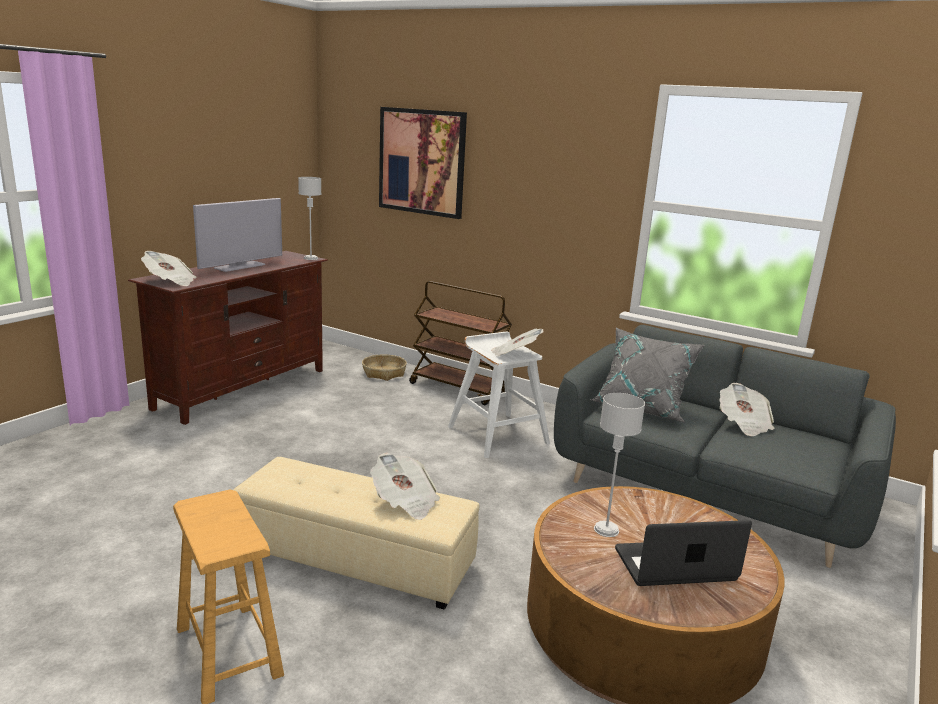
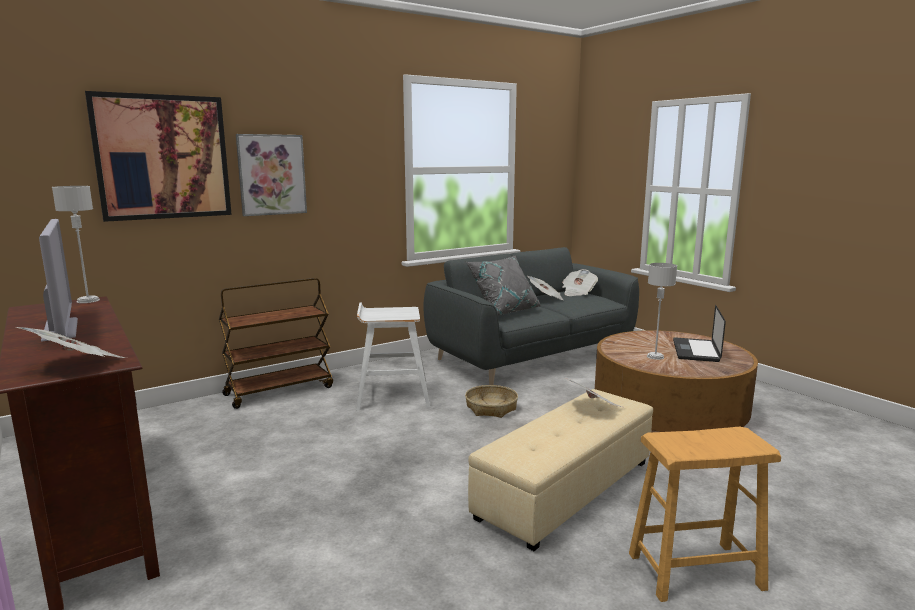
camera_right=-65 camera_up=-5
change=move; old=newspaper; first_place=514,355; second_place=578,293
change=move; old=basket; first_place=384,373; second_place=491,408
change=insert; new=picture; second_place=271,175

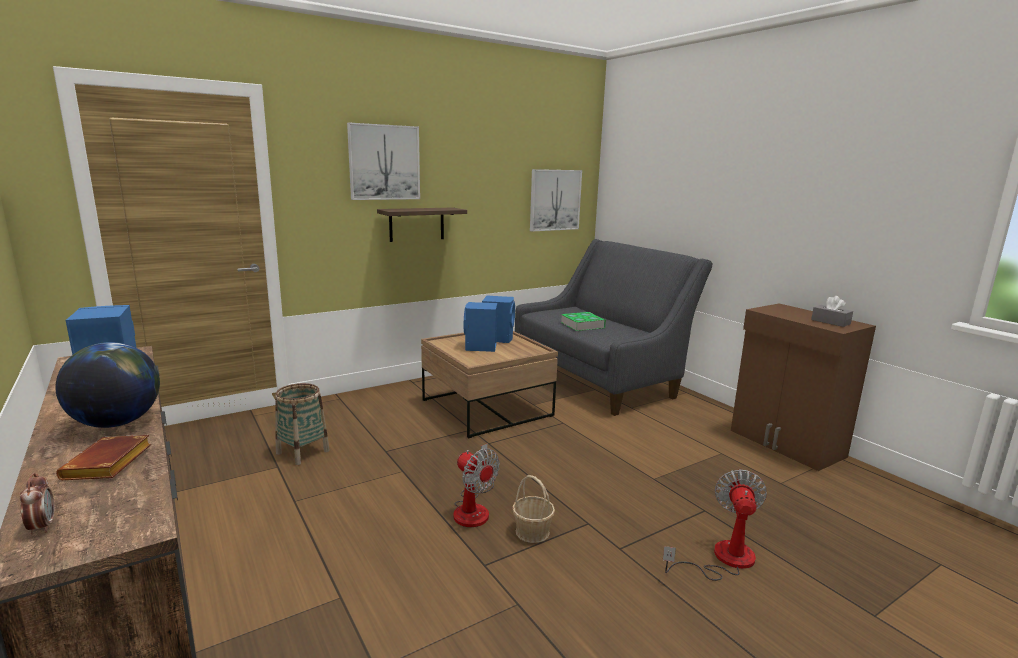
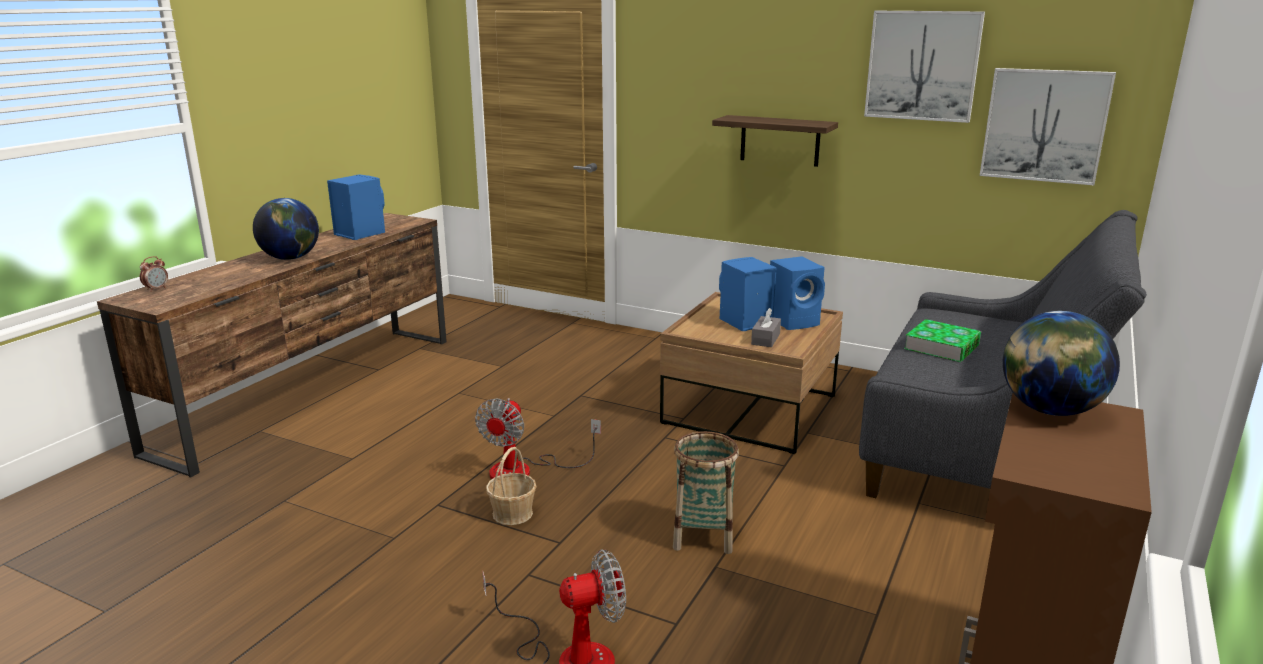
camera_right=60 camera_up=5
change=move; old=picture; first_place=384,162; second_place=922,66
change=move; old=tissue box (grey); first_place=830,322; second_place=765,339
change=move; old=basket; first_place=303,452; second_place=703,535
change=delete; old=book (brown); first_place=109,465
change=insert; new=globe; second_place=1049,410

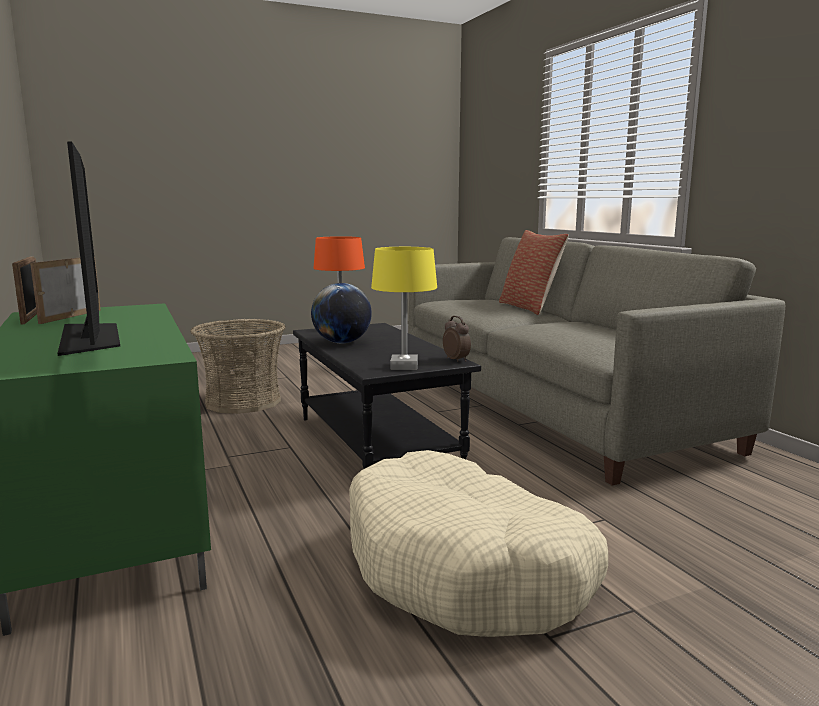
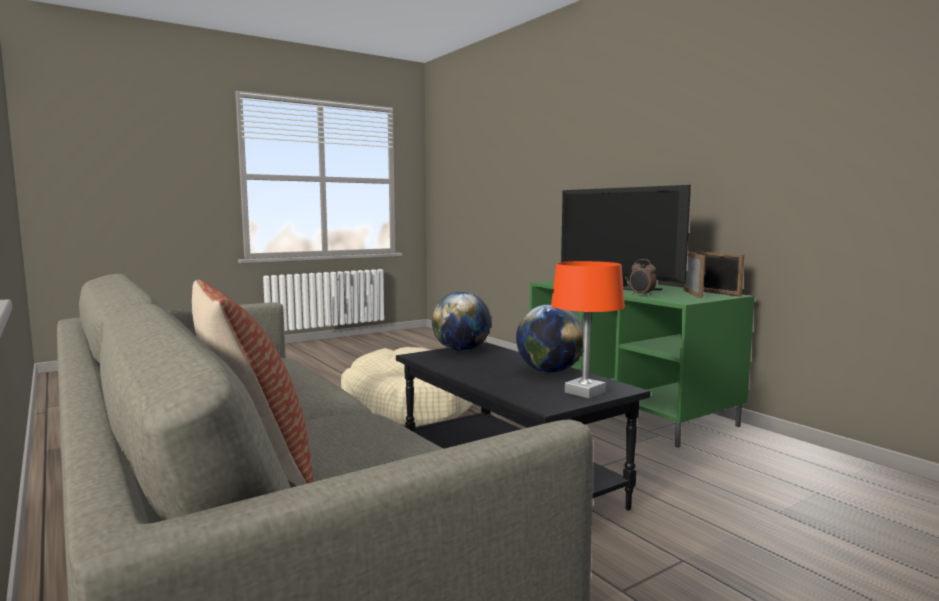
camera_right=170 camera_up=-5
change=replace; old=table lamp (yellow); new=globe; first_place=404,366; second_place=461,350
change=move; old=alarm clock; first_place=456,360; second_place=641,295
change=delete; old=basket; first_place=243,402

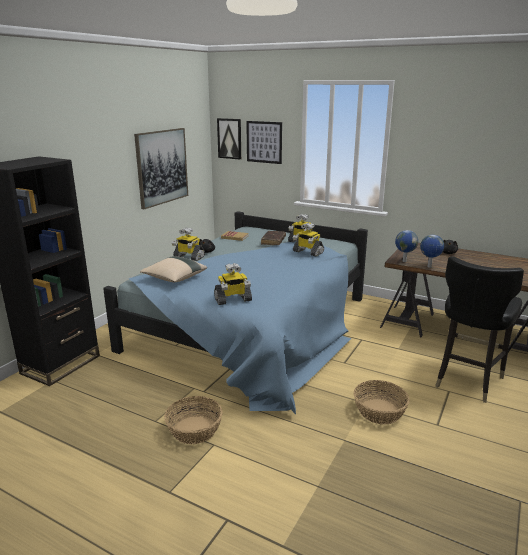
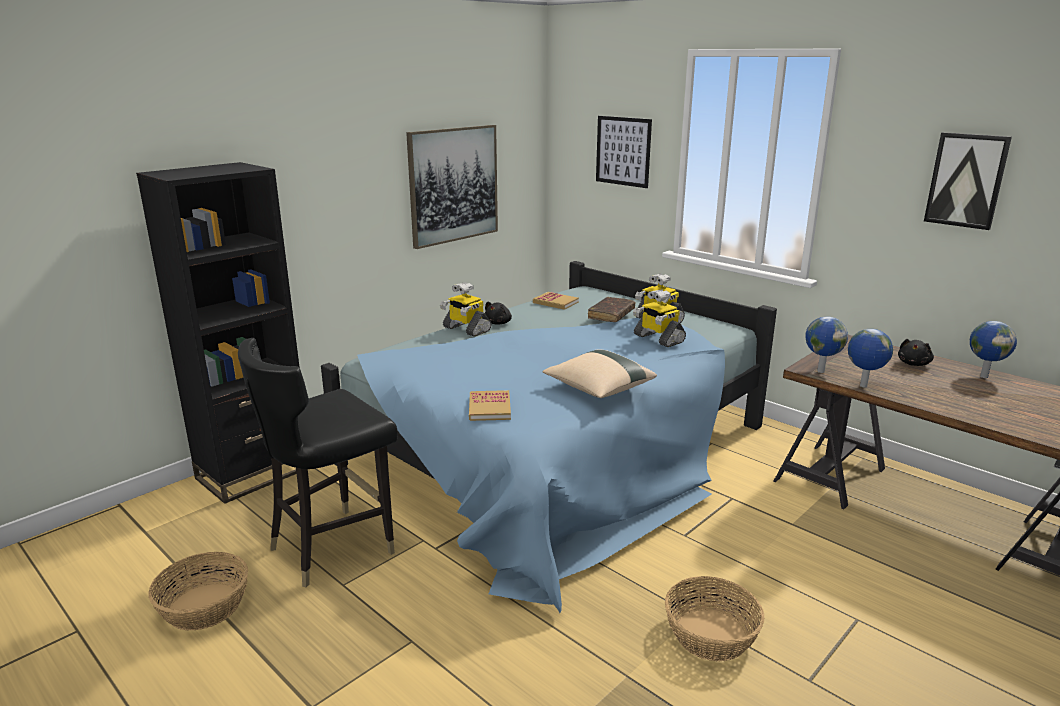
camera_right=15 camera_up=0
change=move; old=picture; first_place=229,138; second_place=966,180
change=move; old=pillow (beige); first_place=174,278; second_place=598,389
change=move; old=chair (black); first_place=466,380; second_place=332,547
change=replace; old=toy robot; new=book; first_place=233,300; second_place=489,408
change=move; old=basket; first_place=194,430; second_place=203,607
change=insert; new=globe; second_place=983,376

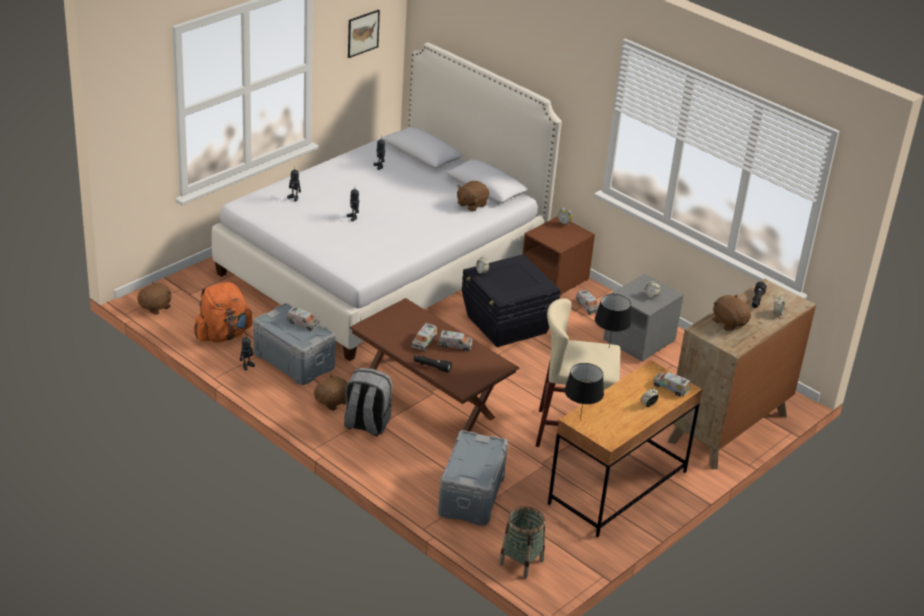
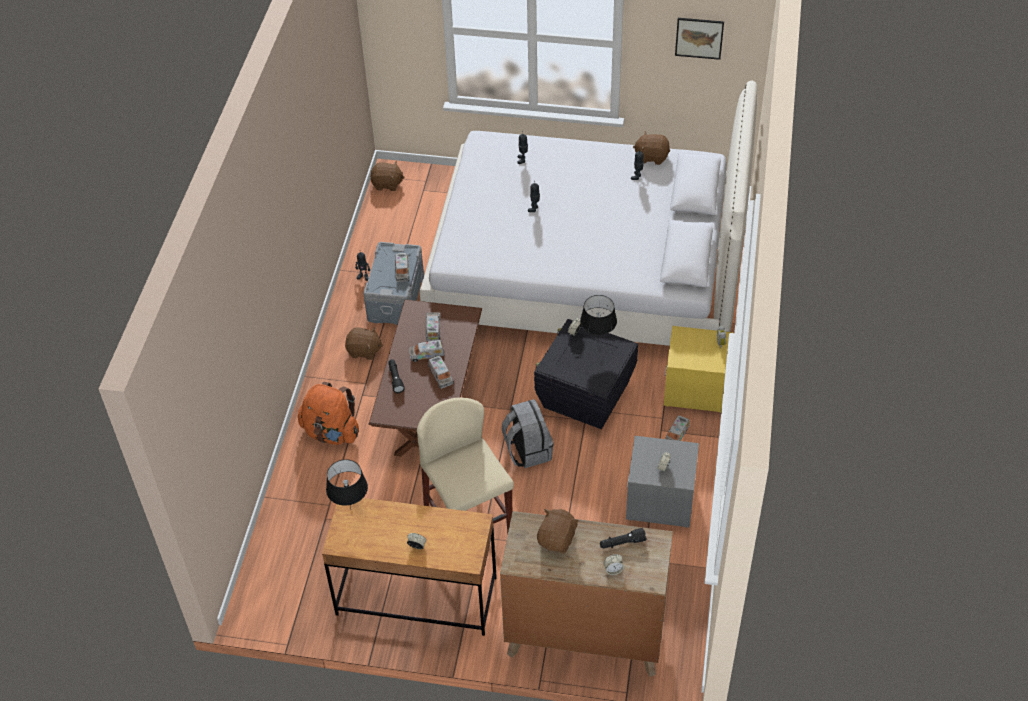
camera_right=60 camera_up=15
change=move; old=plush toy (brown); first_place=471,204; second_place=651,156
change=recolor; old=nightstand (brown); new=nightstand (yellow); first_place=554,279; second_place=696,389
change=move; old=backpack (orange); first_place=223,335; second_place=331,432
change=move; old=table lamp (black); first_place=608,347; second_place=597,342
change=move; old=backpack (grey); first_place=366,424; second_place=527,450
change=move; old=toy truck; first_place=671,388; second_place=433,329
change=delete; old=storage box (grey); first_place=470,495
change=delete; old=basket; first_place=521,562

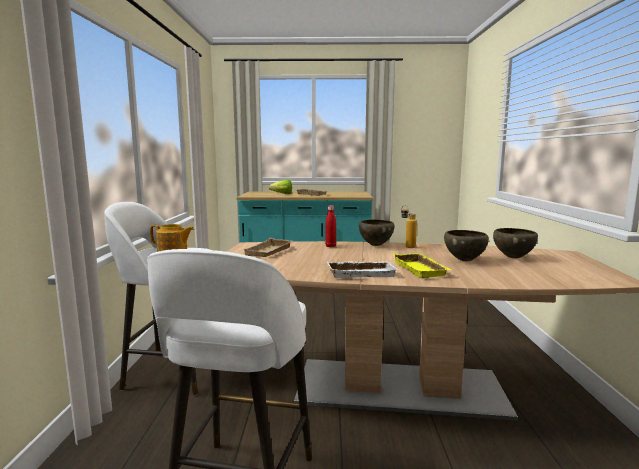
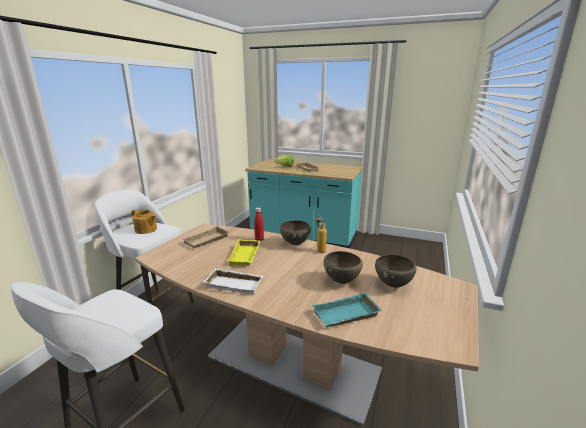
camera_right=20 camera_up=10
change=move; old=tray (yellow); first_place=421,269; second_place=246,256
change=insert; new=tray (turquoise); second_place=346,316

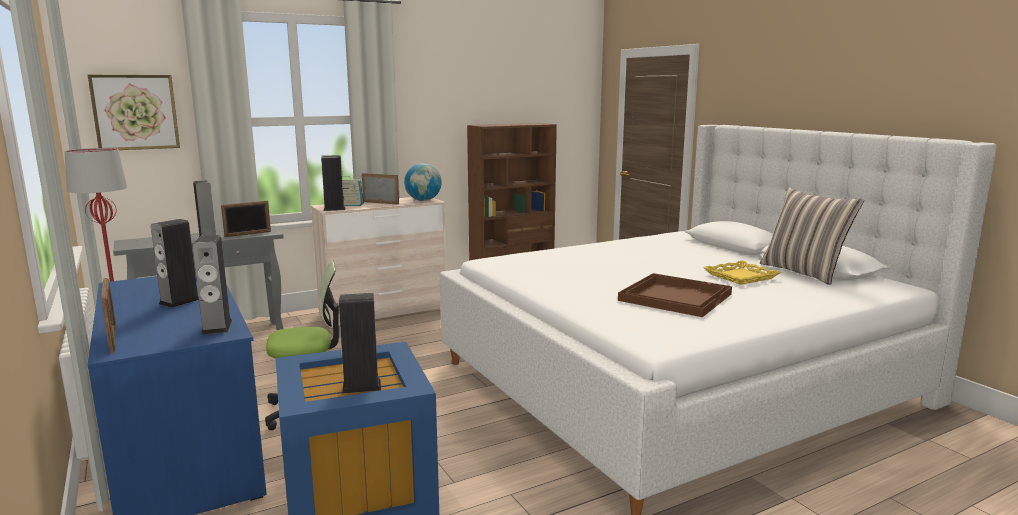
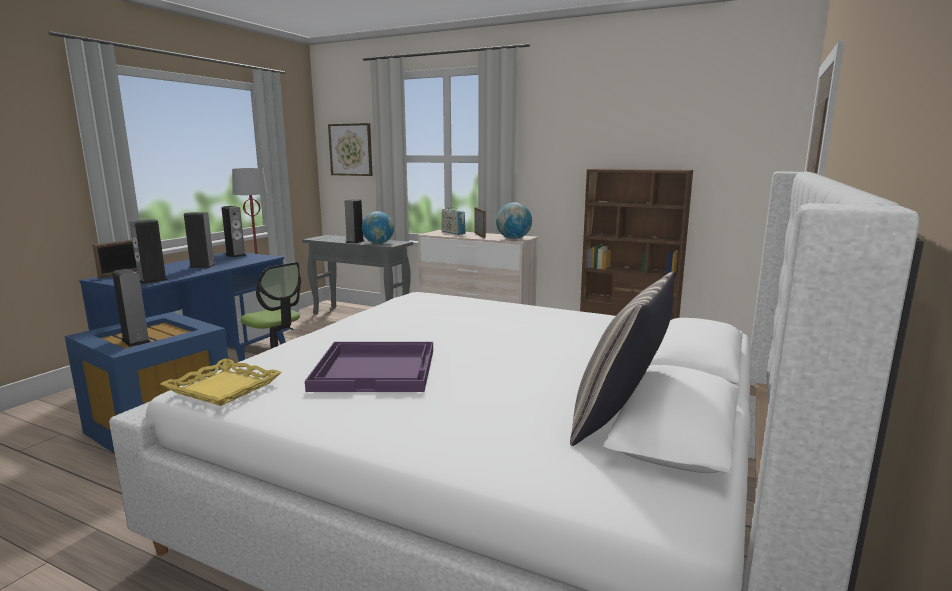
camera_right=55 camera_up=0
change=move; old=speaker; first_place=334,209; second_place=235,255
change=replace; old=picture frame; new=globe; first_place=248,234; second_place=378,243
change=move; old=tray (yellow); first_place=741,277; second_place=222,388
change=recolor; old=tray (brown); new=tray (purple); first_place=674,297; second_place=376,369

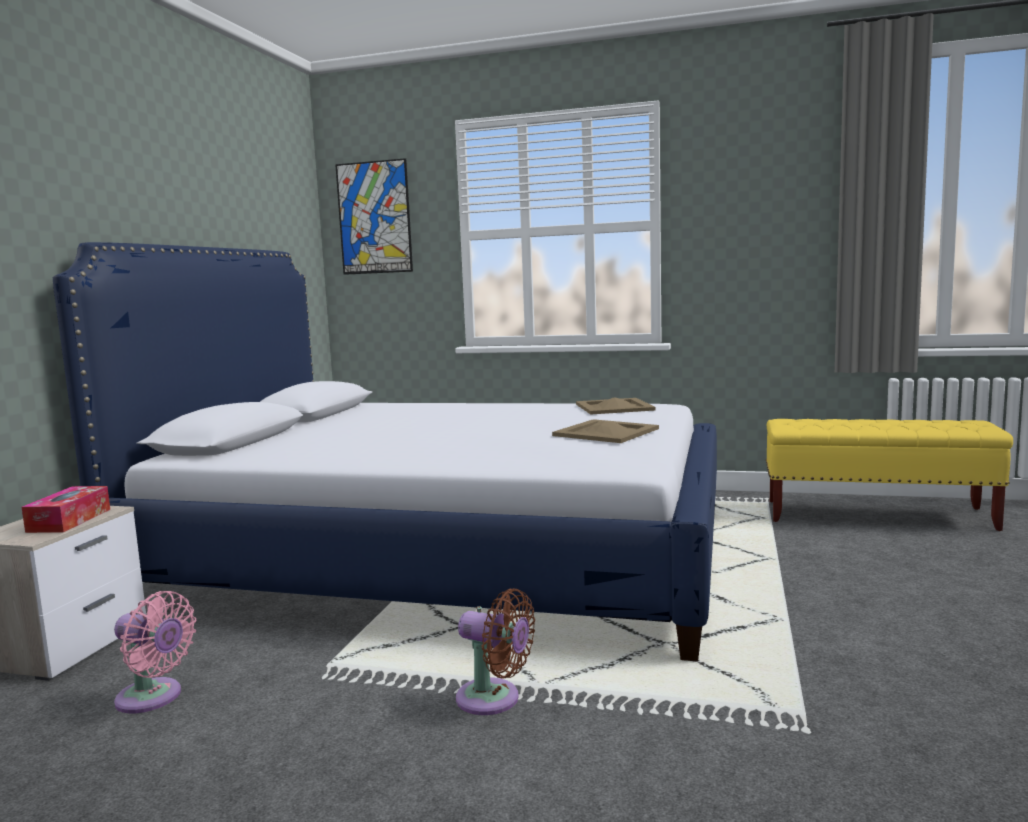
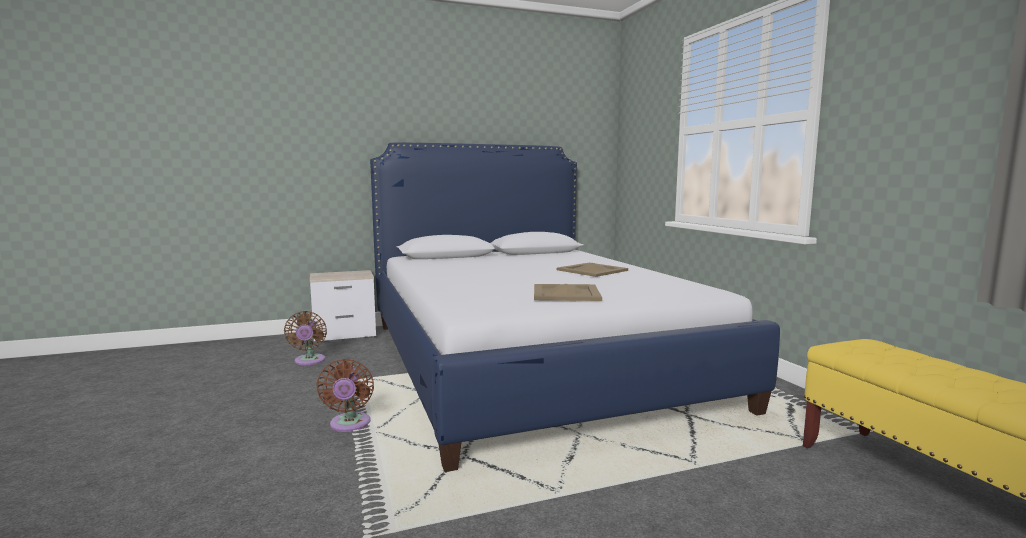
camera_right=55 camera_up=0
change=delete; old=picture; first_place=374,218
change=move; old=tray (beige); first_place=613,407; second_place=591,270
change=delete; old=tissue box; first_place=69,520
change=recolor; old=fan (pink); new=fan (brown); first_place=153,698; second_place=309,361

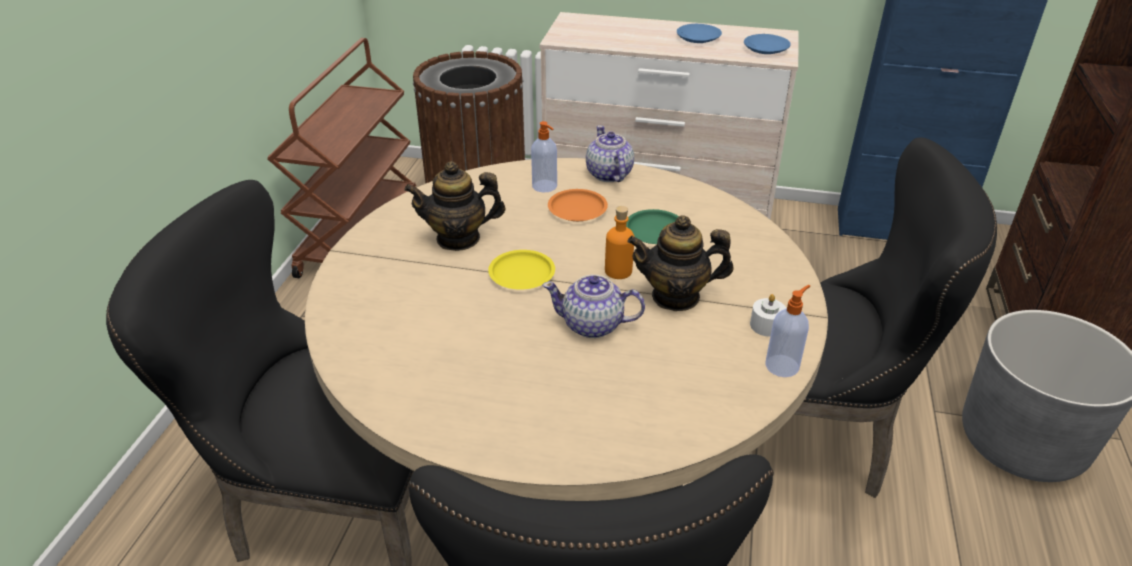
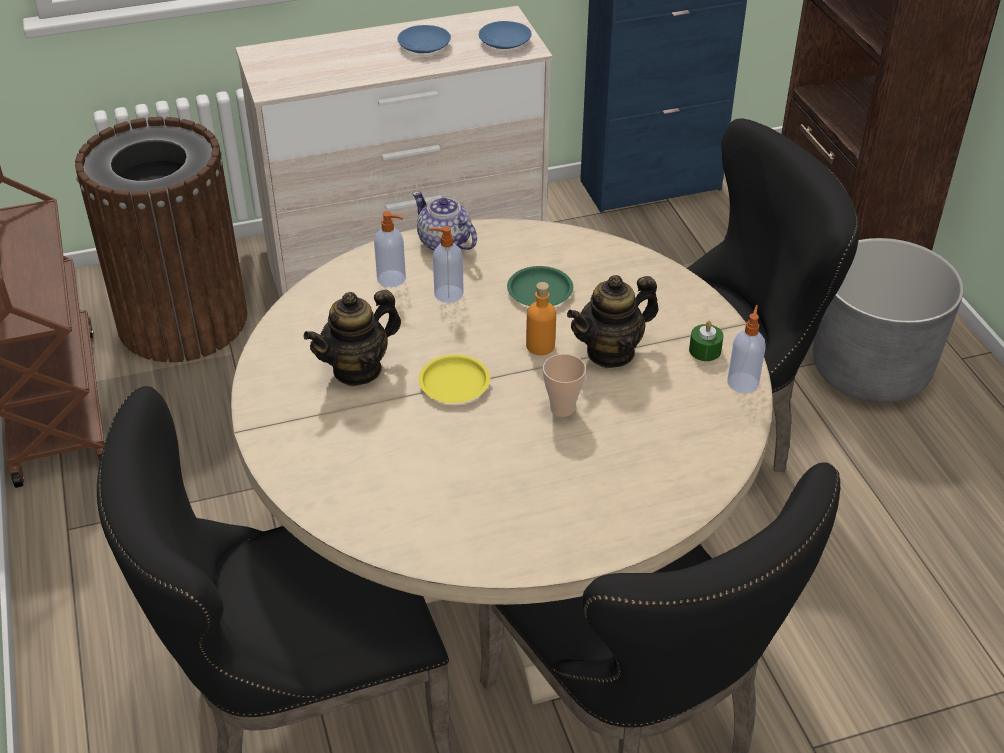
camera_right=-30 camera_up=5
change=replace; old=plate (orange); new=soap dispenser; first_place=577,209; second_place=447,294
change=replace; old=teapot; new=cup; first_place=593,325; second_place=562,408
change=recolor; old=candle (white); new=candle (green); first_place=766,325; second_place=705,350

